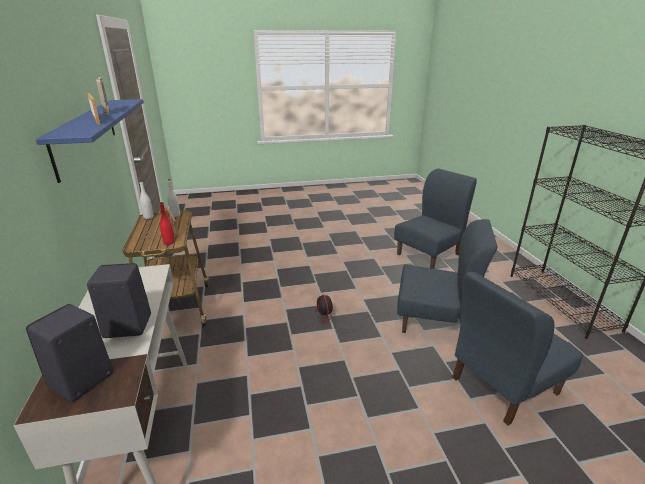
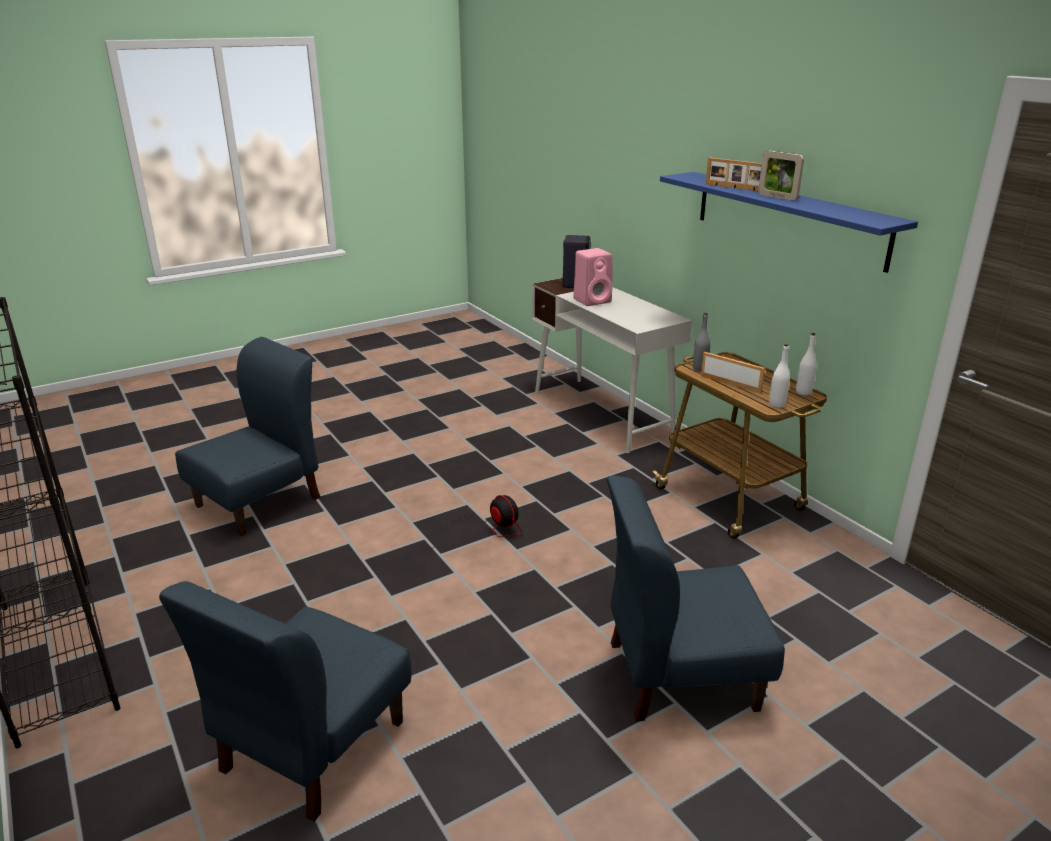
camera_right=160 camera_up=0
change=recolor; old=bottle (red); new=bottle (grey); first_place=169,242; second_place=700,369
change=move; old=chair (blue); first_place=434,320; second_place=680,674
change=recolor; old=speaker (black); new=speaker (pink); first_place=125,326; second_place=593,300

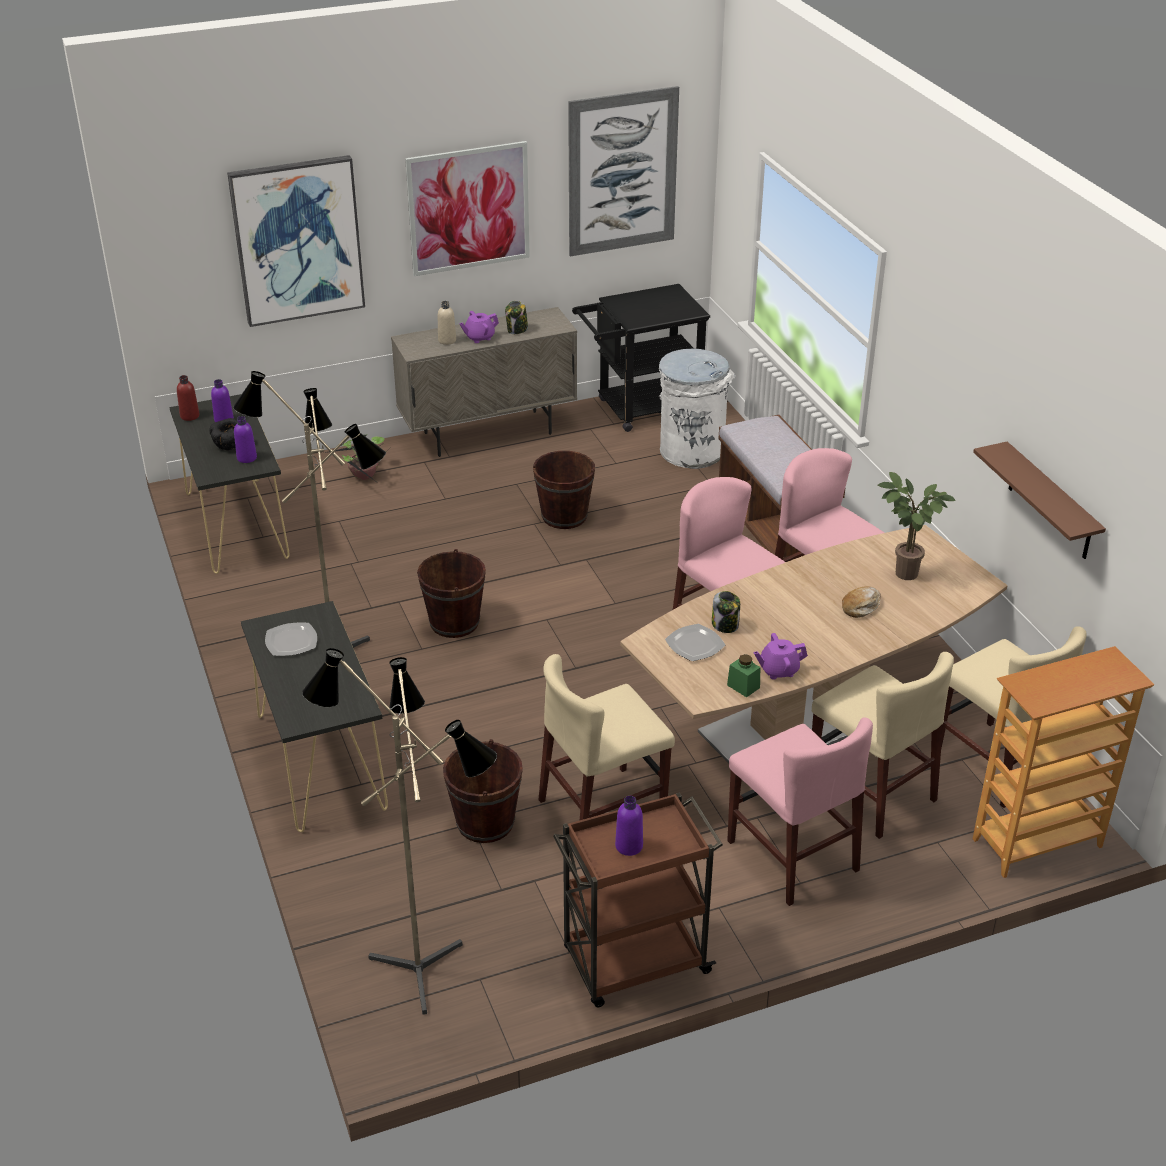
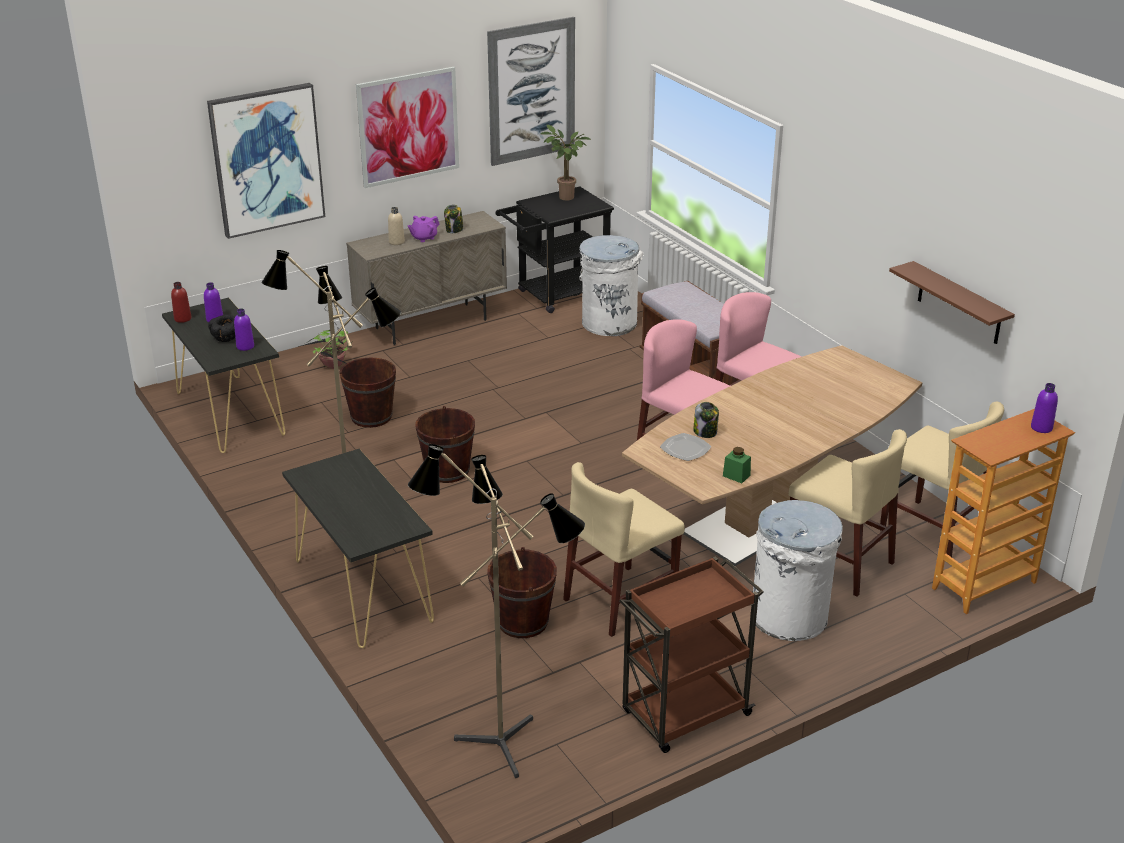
camera_right=-10 camera_up=-5
change=move; old=bucket (brown); first_place=564,516; second_place=371,417
change=move; old=potted plant; first_place=903,575; second_place=564,198
change=delete; old=bread; first_place=861,606
change=delete; old=plate; first_place=291,642
change=delete; old=teapot (purple); first_place=778,670
change=replace; old=chair (pink); new=trash can (white); first_place=792,855; second_place=790,617
change=move; old=bottle (purple); first_place=629,846; second_place=1041,428

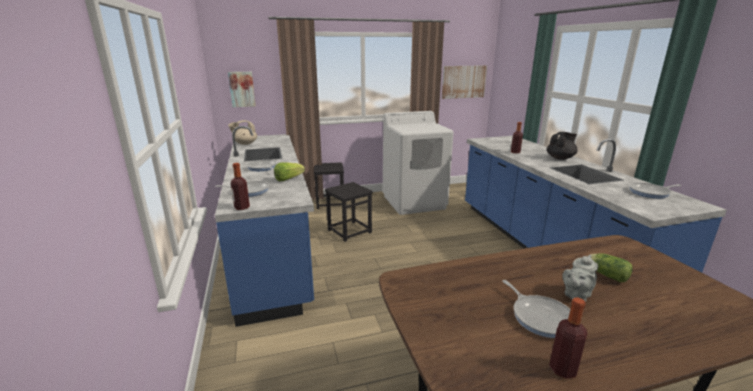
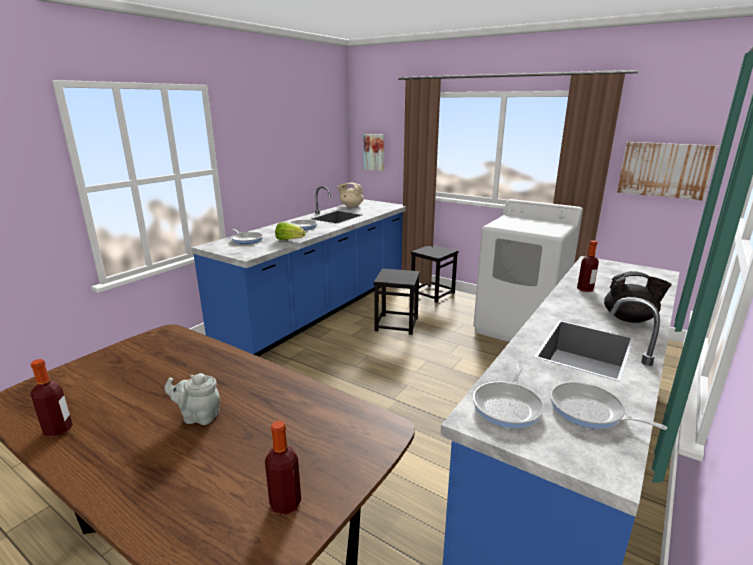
camera_right=50 camera_up=0
change=move; old=bottle; first_place=242,207; second_place=285,503
change=delete; old=lettuce; first_place=605,275
change=move; old=frying pan; first_place=540,317; second_place=508,406

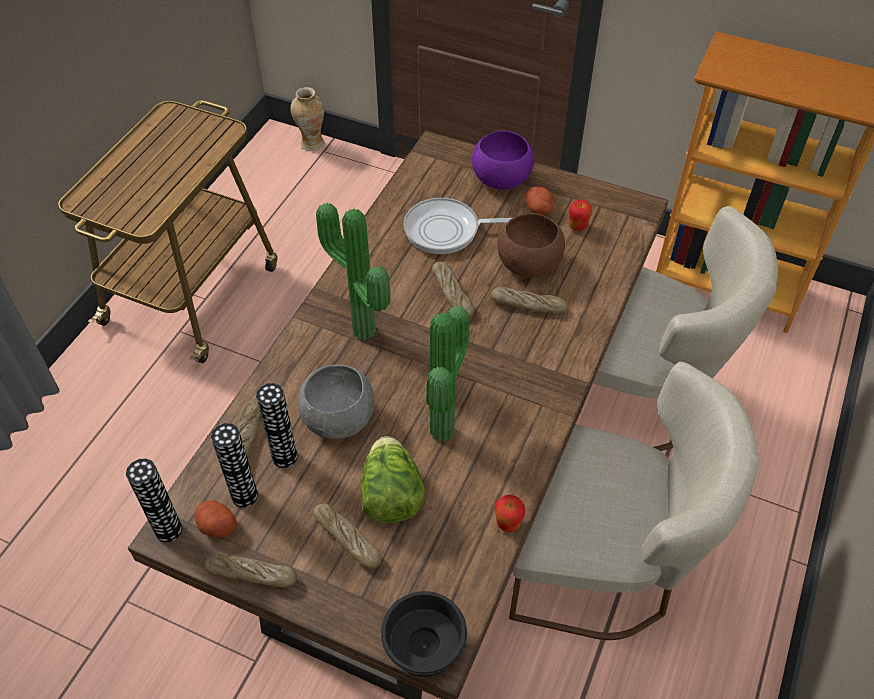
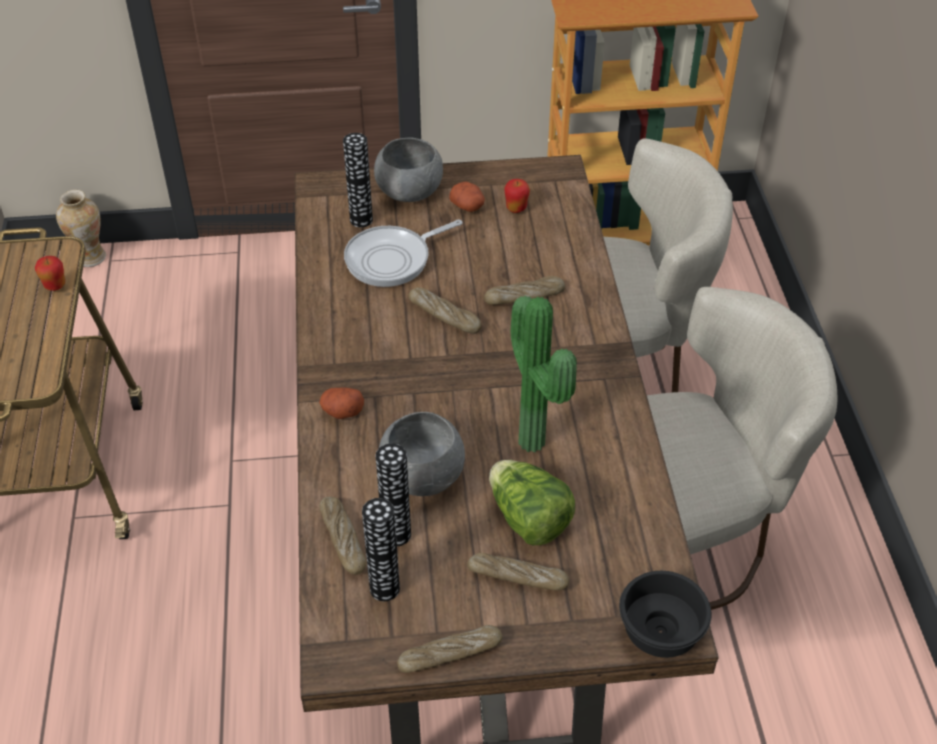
camera_right=-30 camera_up=-5
change=recolor; old=bowl (purple); new=bowl (grey); first_place=501,178; second_place=408,191
change=delete; old=potted plant; first_place=360,334
change=delete; old=bowl (brown); first_place=529,263
change=move; old=vase; first_place=168,530; second_place=361,220
change=move; old=apple; first_place=508,523; second_place=55,286
change=move; old=potato; first_place=216,525; second_place=342,411

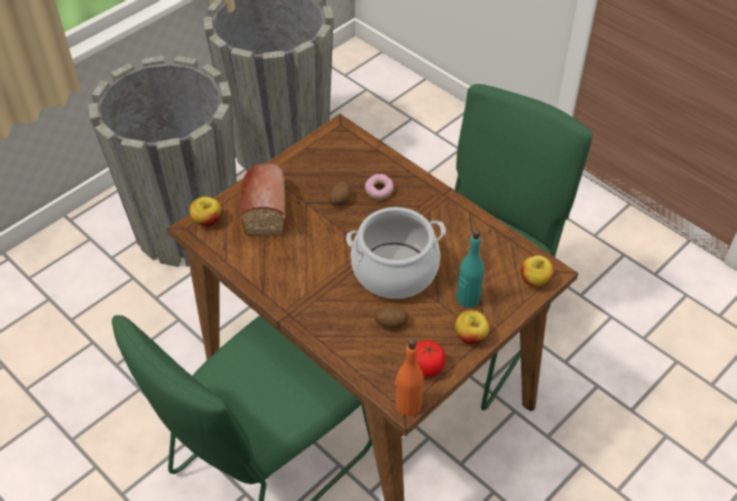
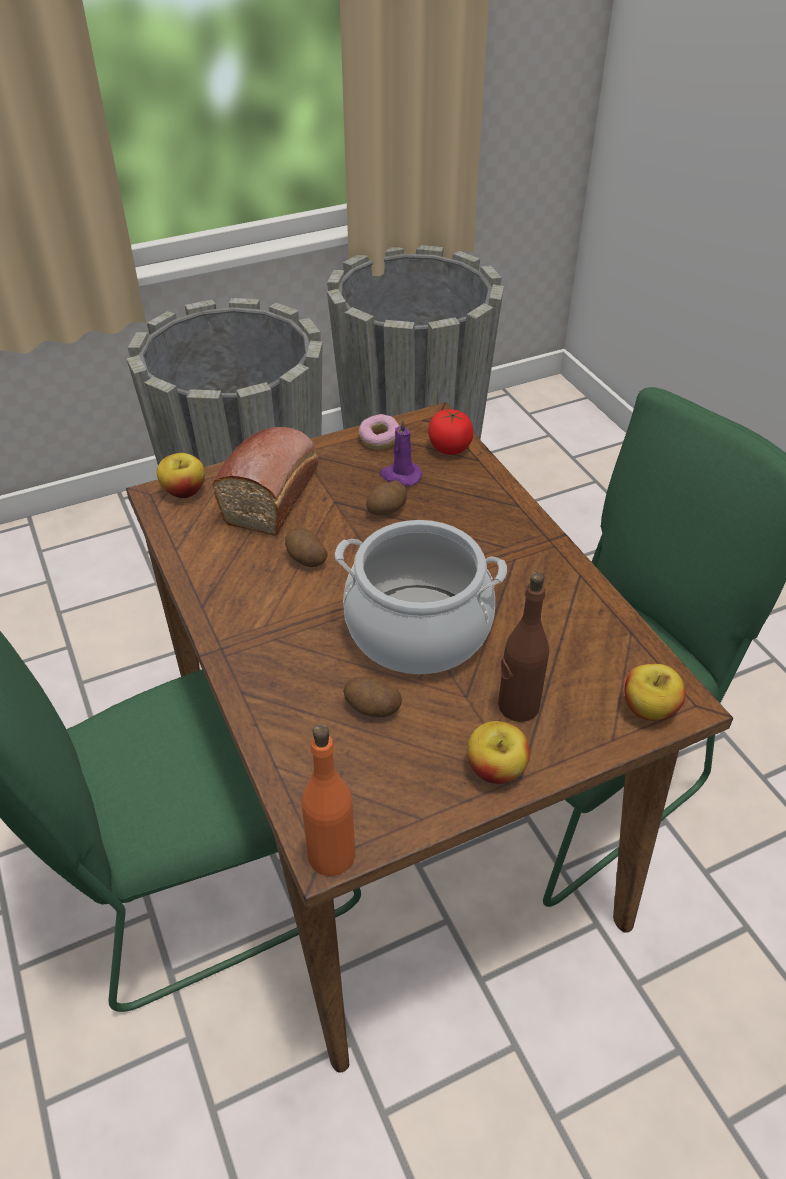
camera_right=20 camera_up=-5
change=move; old=donut; first_place=379,191; second_place=379,440
change=recolor; old=bottle (turquoise); new=bottle (brown); first_place=467,299; second_place=518,706
change=move; old=tomato; first_place=427,367; second_place=449,447
change=insert; new=candle (purple); second_place=400,476
change=insert; new=potato; second_place=305,558

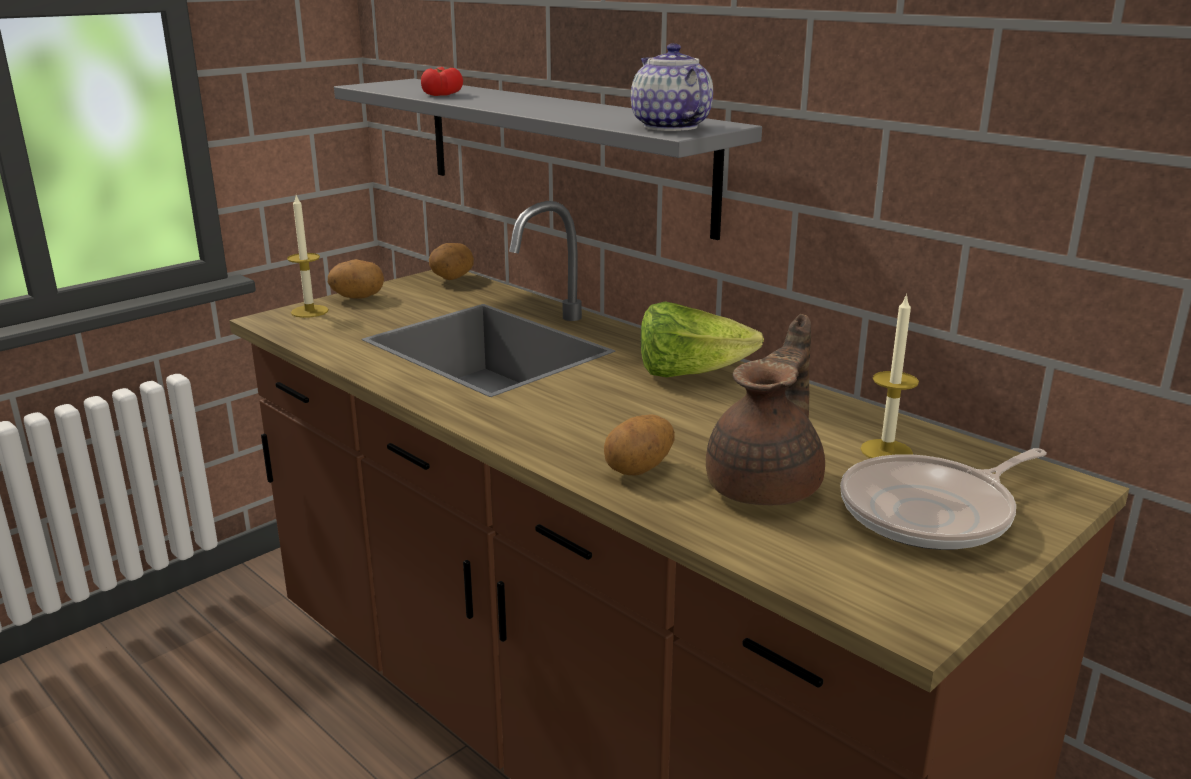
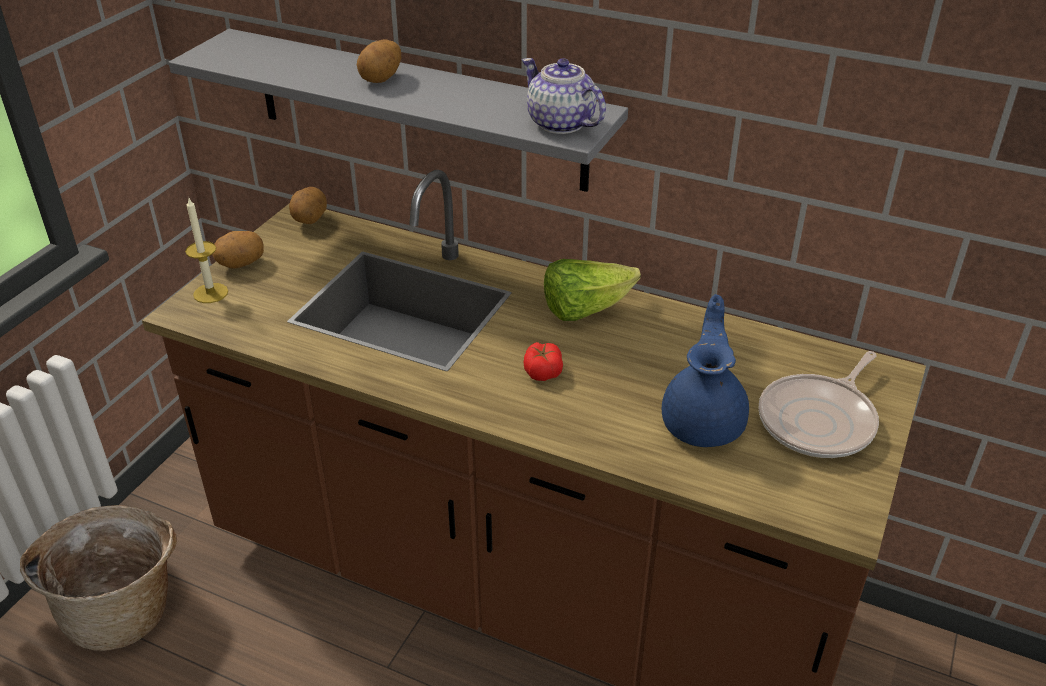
camera_right=-20 camera_up=15
change=move; old=tomato; first_place=442,94; second_place=542,371
change=delete; old=candle; first_place=886,451
change=recolor; old=teapot (brown); new=teapot (blue); first_place=767,486; second_place=704,421
change=move; old=potato; first_place=639,469; second_place=381,79
change=insert; new=basket; second_place=123,609

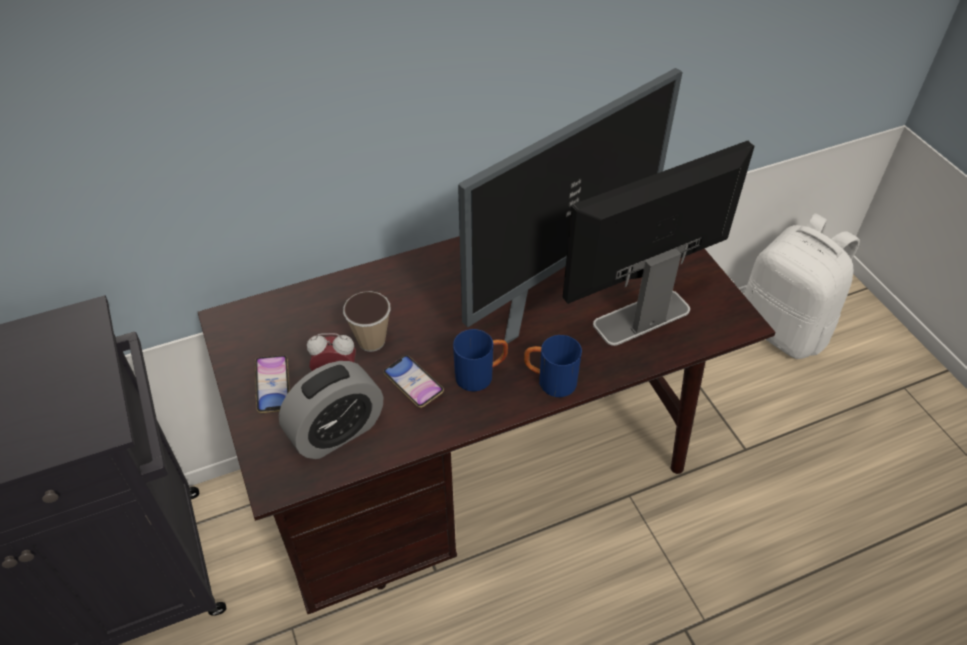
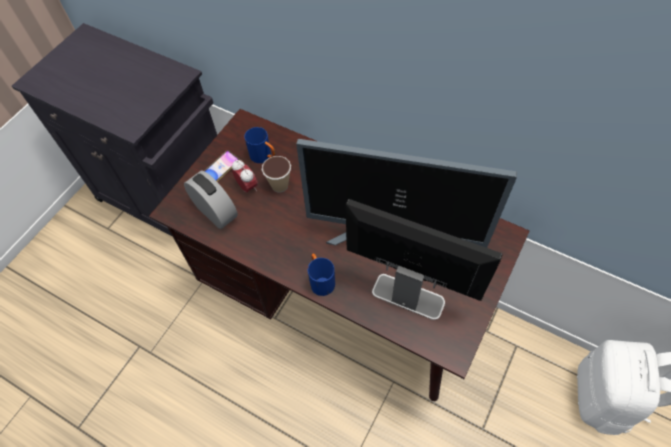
camera_right=55 camera_up=10
change=move; old=mug (blue); first_place=481,375; second_place=264,157
change=delete; old=phone; first_place=413,384
change=rotate; old=alarm clock; first_place=336,432; second_place=215,212; degrees=-150

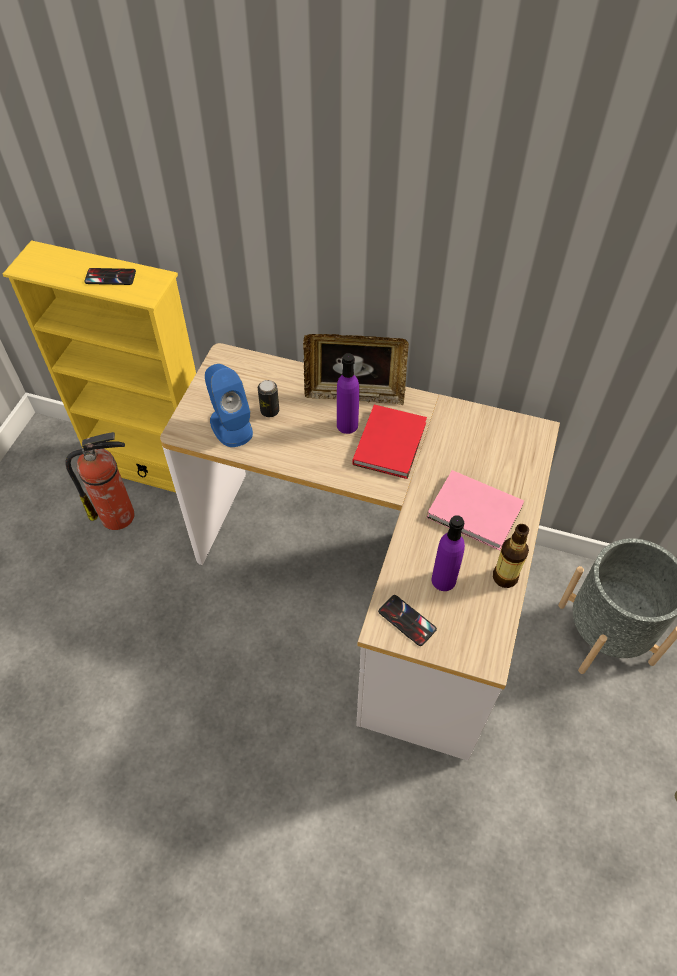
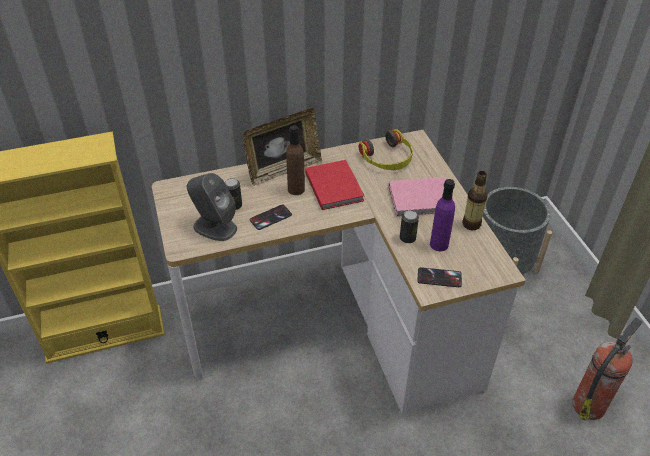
camera_right=-35 camera_up=-10
change=move; old=phone; first_place=110,277; second_place=270,217
change=recolor; old=bottle (purple); new=bottle (brown); first_place=347,425; second_place=296,189
change=recolor; old=speaker (blue); new=speaker (grey); first_place=231,426; second_place=214,227
change=move; old=fire extinguisher; first_place=119,515; second_place=589,404
change=insert; new=headphones; second_place=387,158
change=insert; new=can; second_place=407,238

